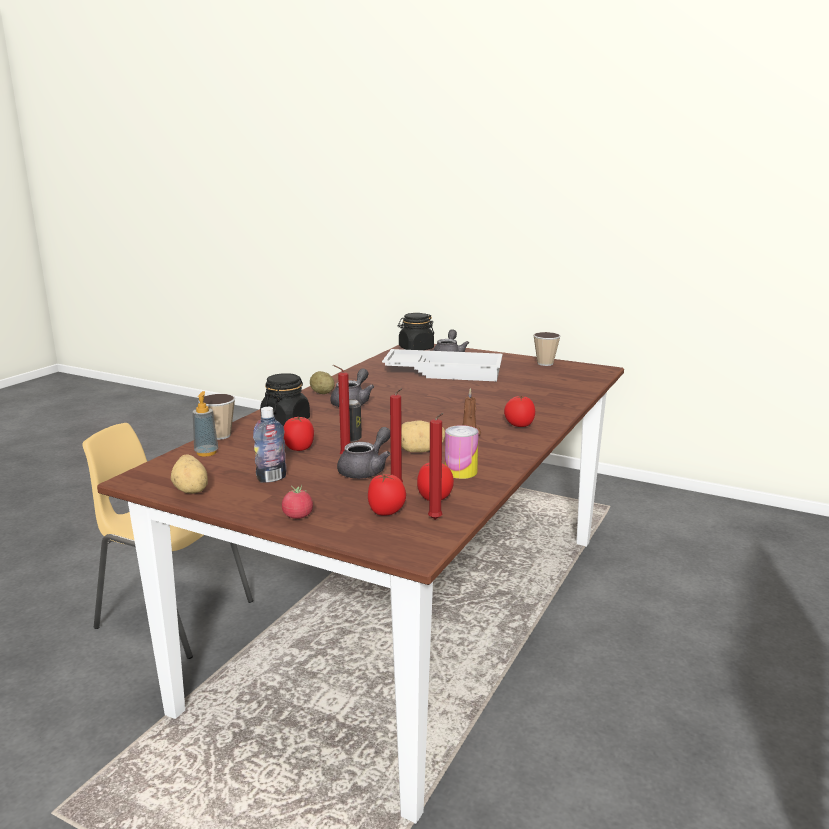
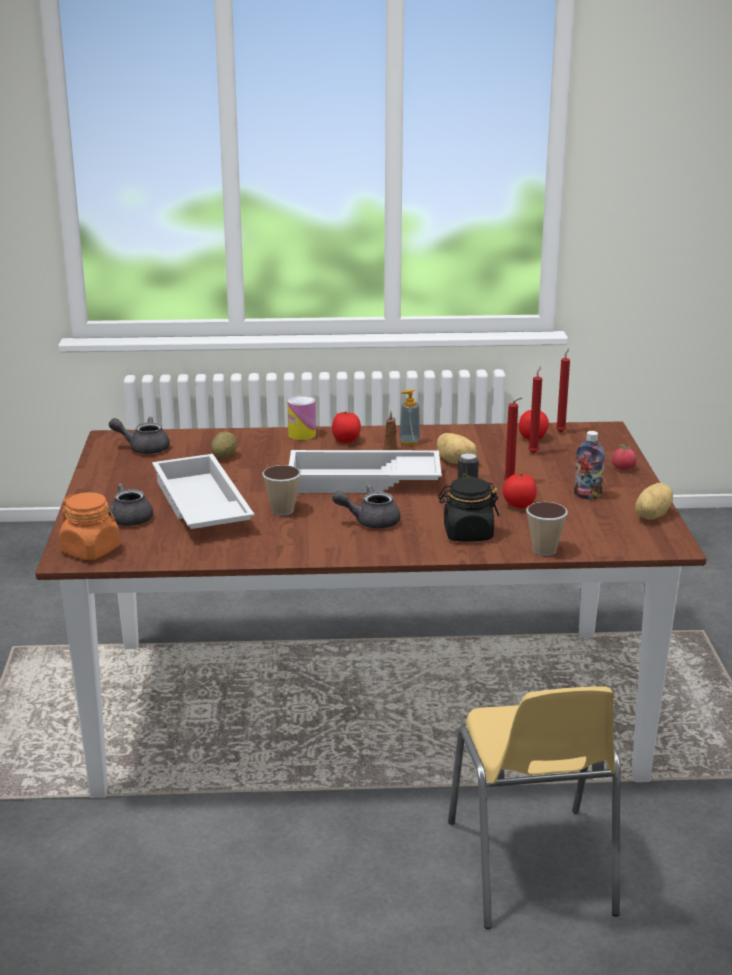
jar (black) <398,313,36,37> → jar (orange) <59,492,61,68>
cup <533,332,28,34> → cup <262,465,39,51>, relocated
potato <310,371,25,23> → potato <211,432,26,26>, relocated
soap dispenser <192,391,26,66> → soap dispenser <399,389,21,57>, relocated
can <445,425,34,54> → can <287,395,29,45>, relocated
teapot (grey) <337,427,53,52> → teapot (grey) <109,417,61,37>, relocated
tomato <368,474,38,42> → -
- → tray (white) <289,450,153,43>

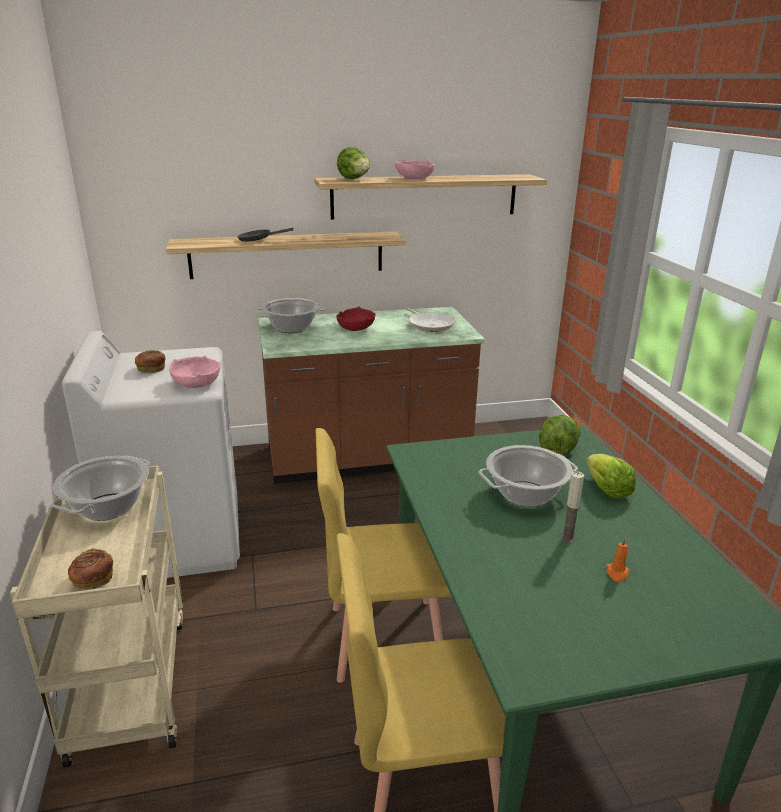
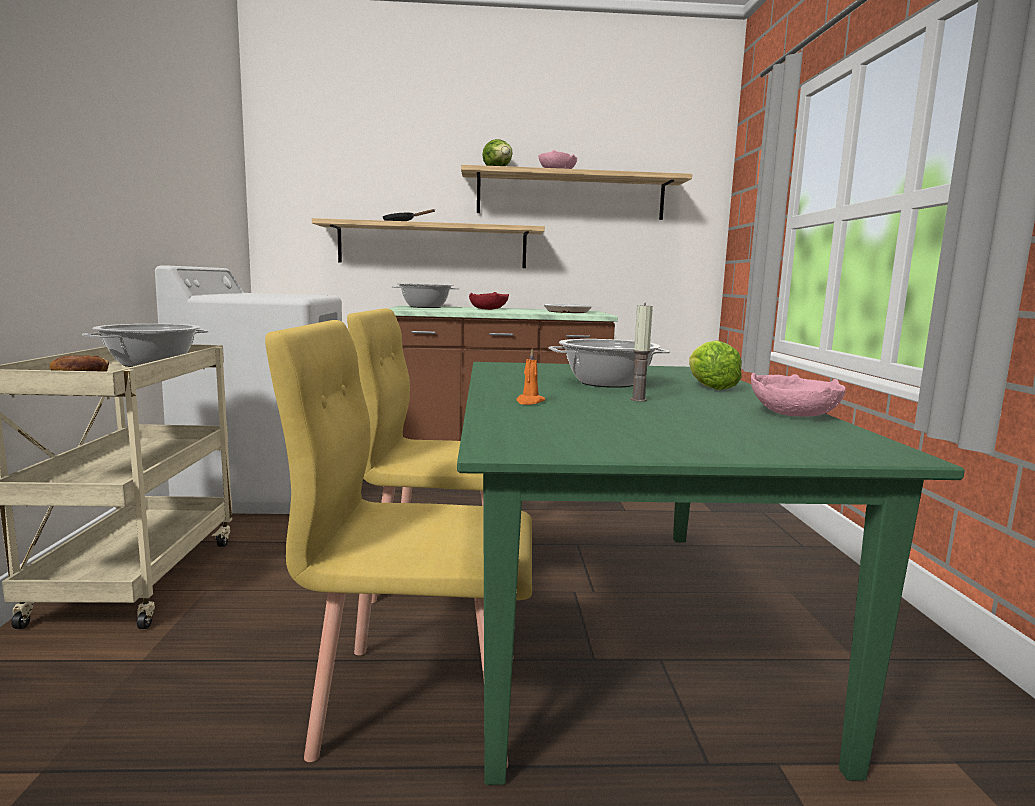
bread <135,350,30,23> → -
bowl (pink) <169,356,52,32> → bowl (pink) <751,373,95,44>, relocated
lettuce <539,415,41,40> → -
candle (orange) <606,537,23,45> → candle (orange) <516,349,29,56>, relocated

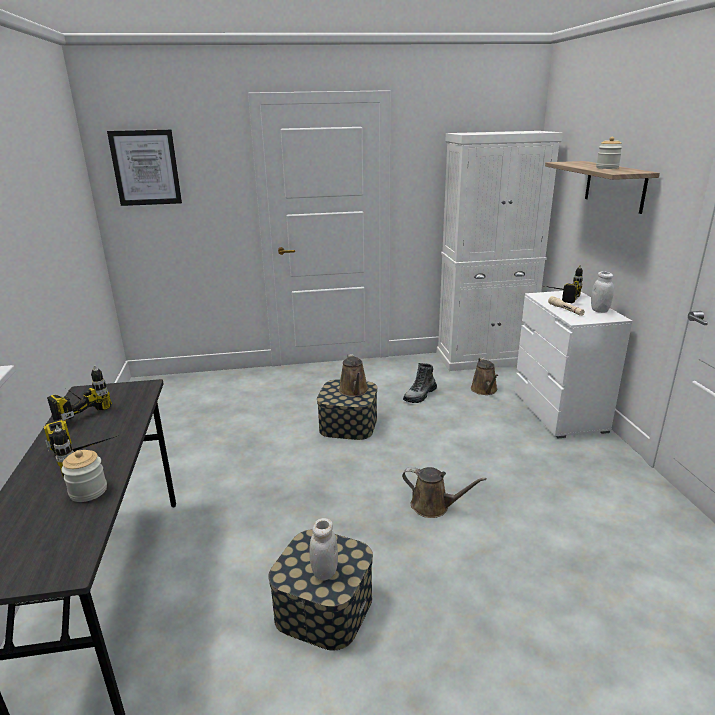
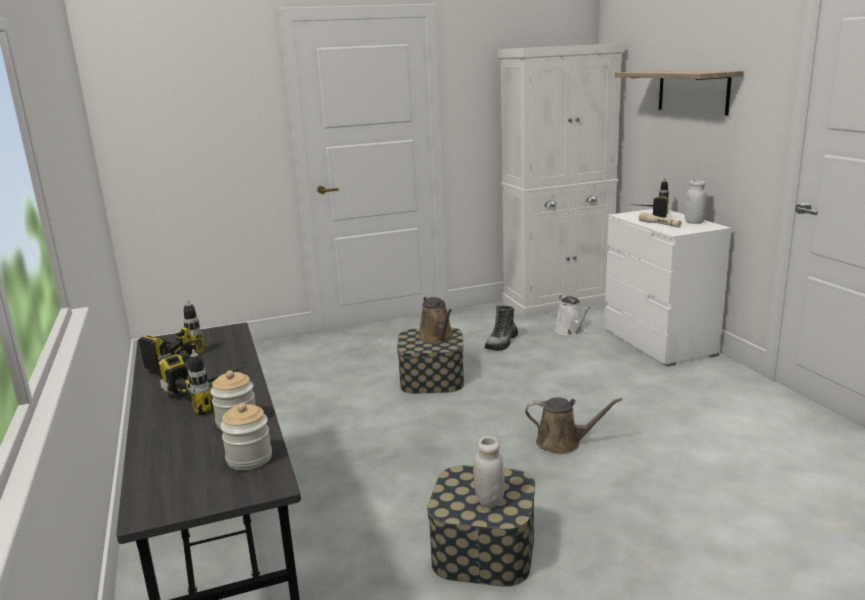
picture <107,129,75,77> → -
jar <596,137,27,32> → jar <220,403,52,67>, relocated
watering can (brown) <471,357,27,38> → watering can (white) <555,295,35,41>

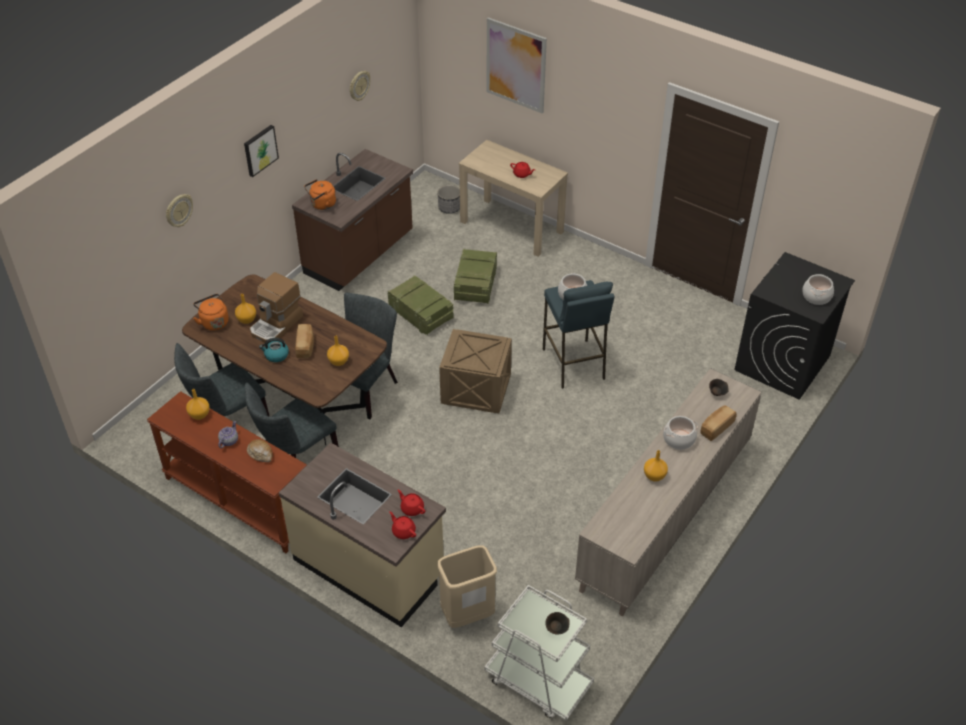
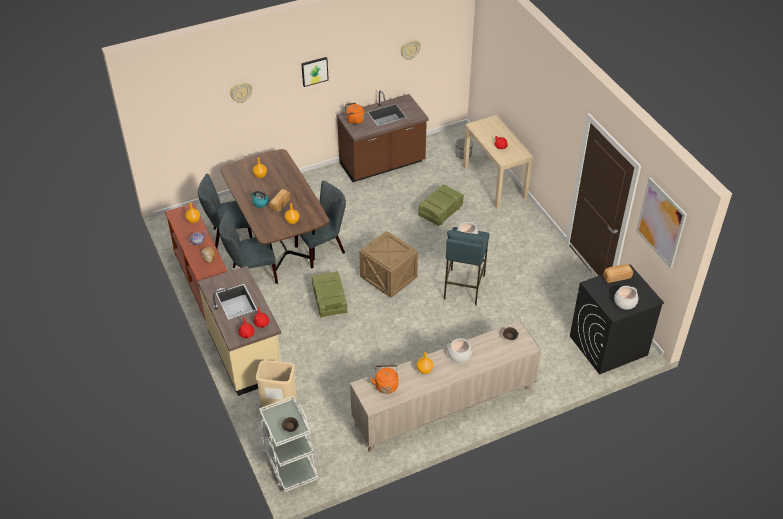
picture <487,17,60,96> → picture <636,177,51,91>, relocated
coffee machine <250,272,53,71> → -
crate <388,276,65,59> → crate <312,271,35,47>, relocated
kettle (orange) <193,294,36,37> → kettle (orange) <370,365,28,29>, relocated
bread <700,405,37,36> → bread <603,264,30,19>, relocated

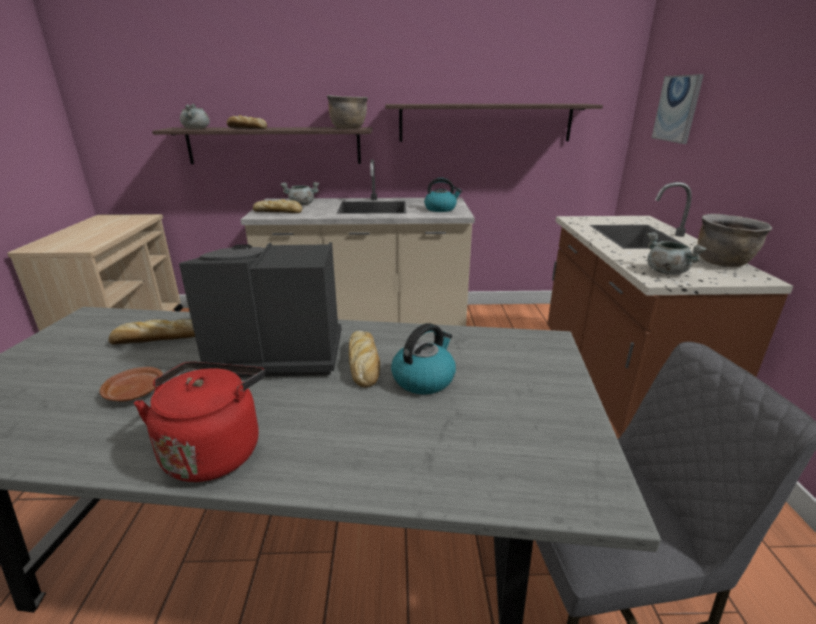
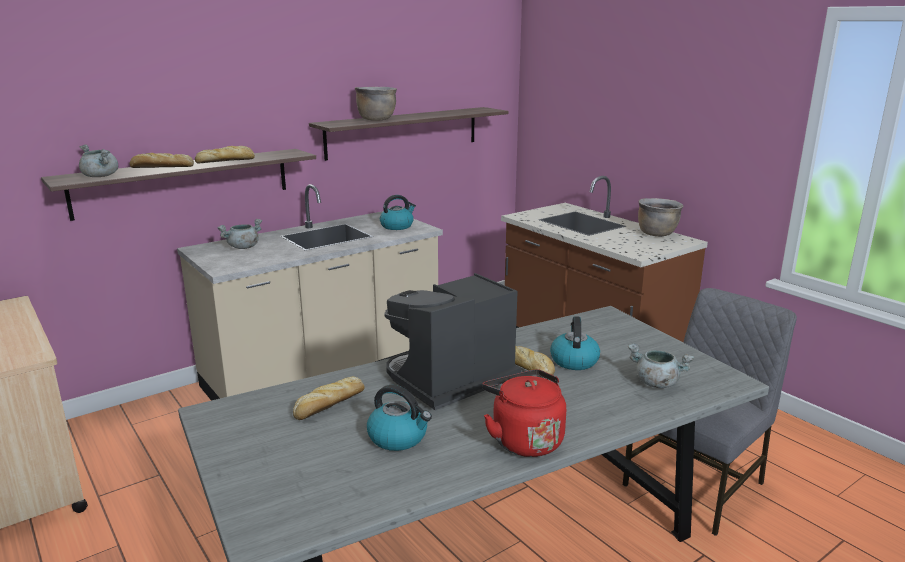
picture <651,74,53,70> → -
cooking pot (brown) <327,95,41,34> → cooking pot (brown) <355,87,42,34>, relocated
bread <253,200,49,13> → bread <195,146,60,18>, relocated
cooking pot (grey) <647,232,59,43> → cooking pot (grey) <628,343,66,45>, relocated
plate (brown) <99,367,64,35> → kettle <367,385,65,66>

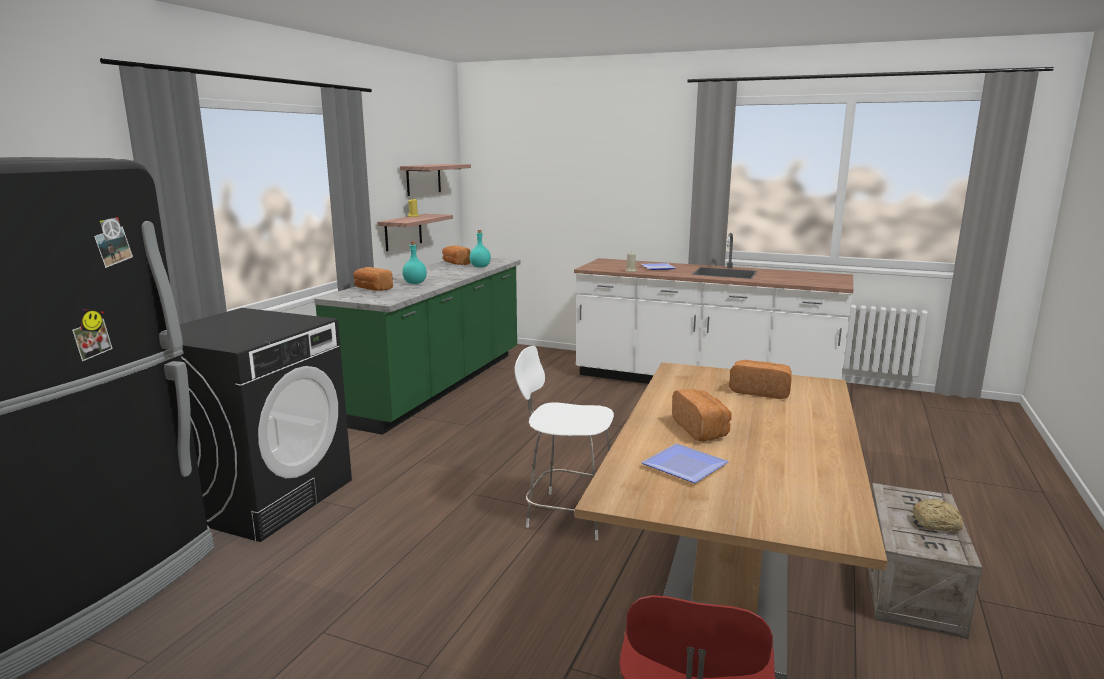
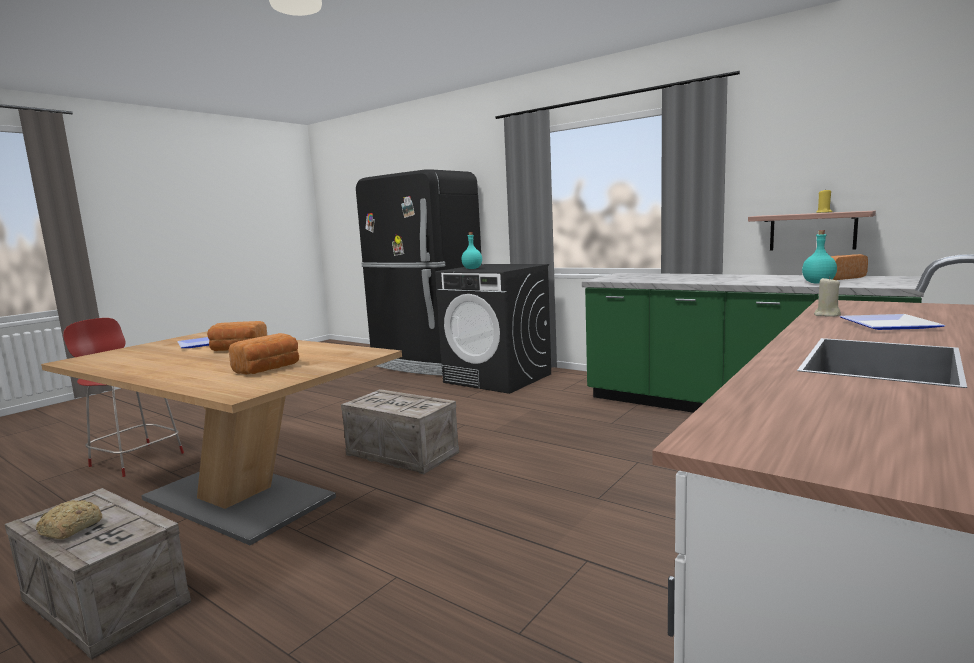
shelf <400,164,71,32> → -
bottle (turquoise) <402,241,25,43> → bottle (turquoise) <461,232,21,37>, relocated
bread <354,267,39,24> → -
chair (white) <514,346,100,194> → crate <341,389,118,85>

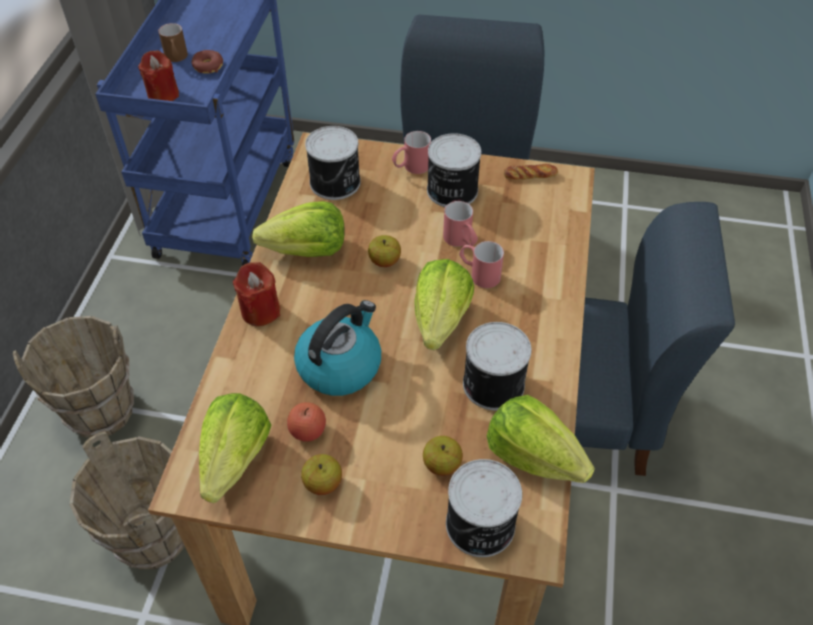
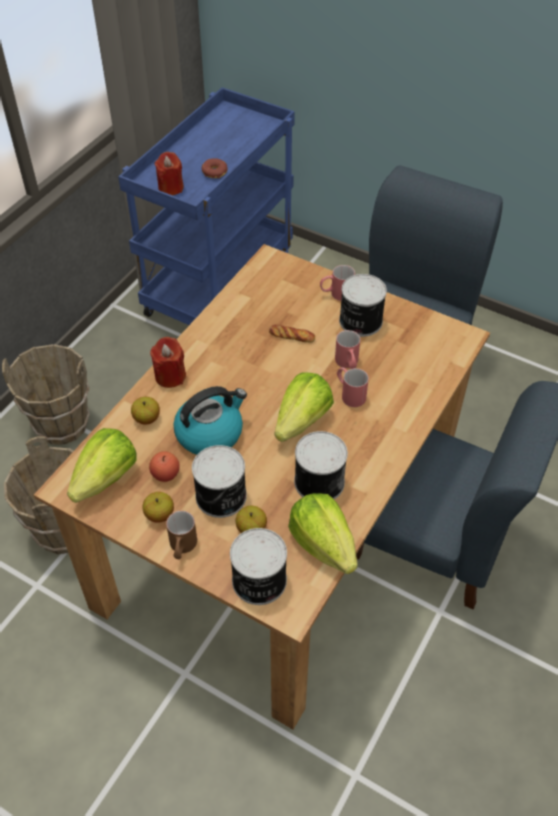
mug (brown) <158,23,30,39> → mug (brown) <166,511,31,48>, relocated
can <305,126,56,74> → can <192,445,55,73>, relocated
bread <504,164,54,16> → bread <269,325,46,18>, relocated
lettuce <252,201,93,56> → -
apple <368,235,33,32> → apple <131,397,29,28>, relocated

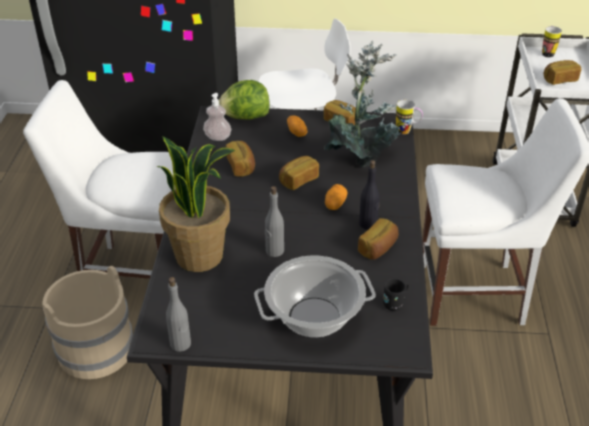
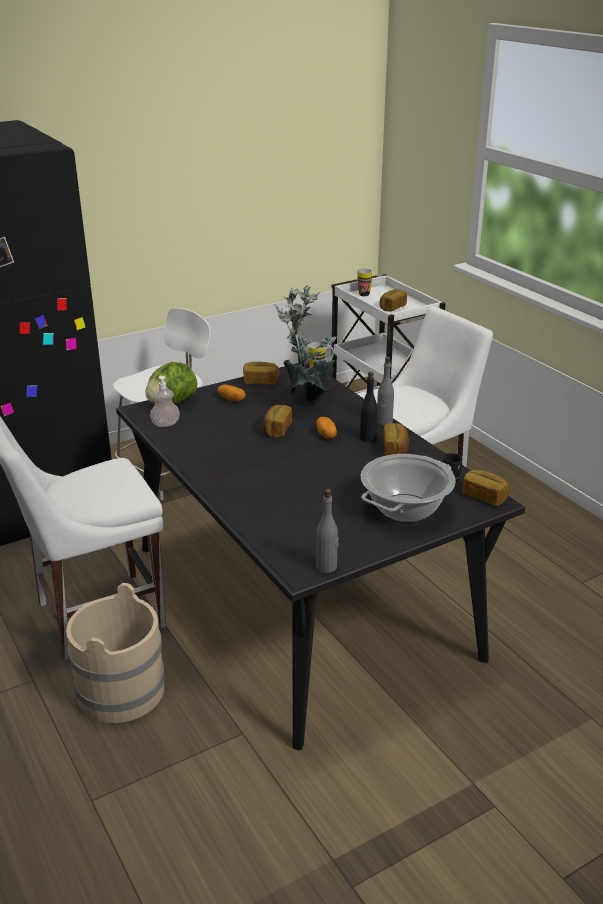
potted plant <157,136,78,136> → -
bread <226,141,29,35> → bread <462,469,48,37>, relocated
bottle (grey) <265,186,19,71> → bottle (grey) <377,357,17,68>, relocated

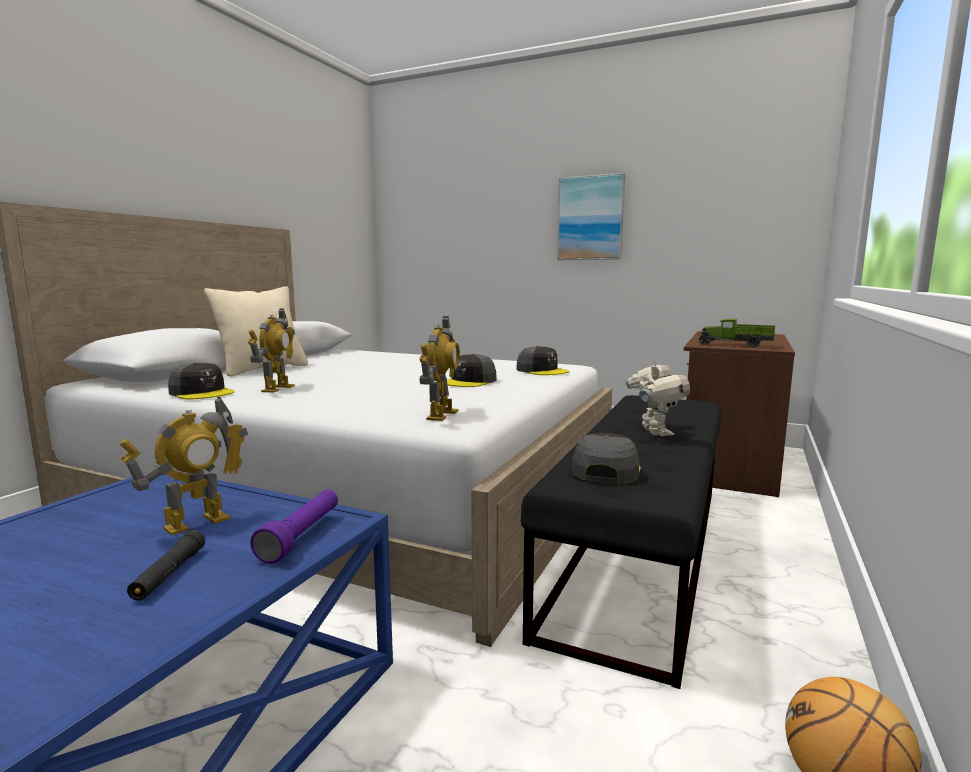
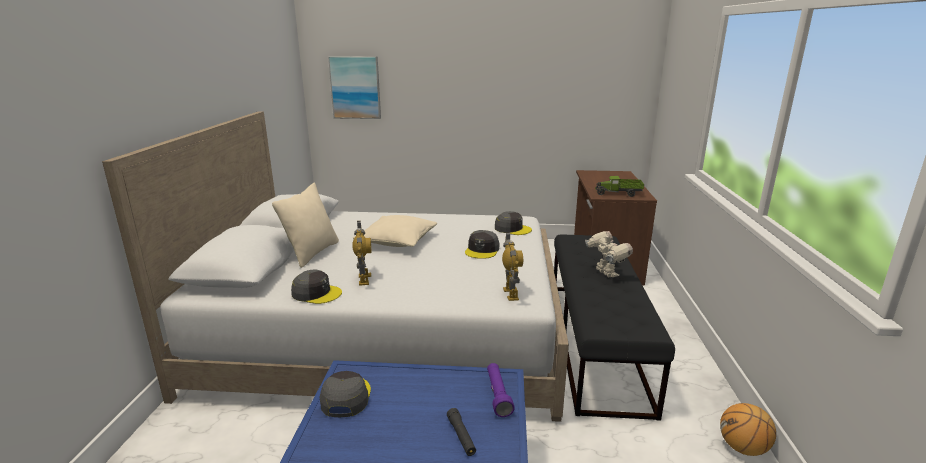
picture <557,173,68,87> → picture <328,56,53,63>, relocated
toy robot <120,396,128,139> → -
cap (grey) <572,433,69,51> → cap (grey) <320,371,51,46>, relocated
- → pillow (beige) <353,215,84,32>

